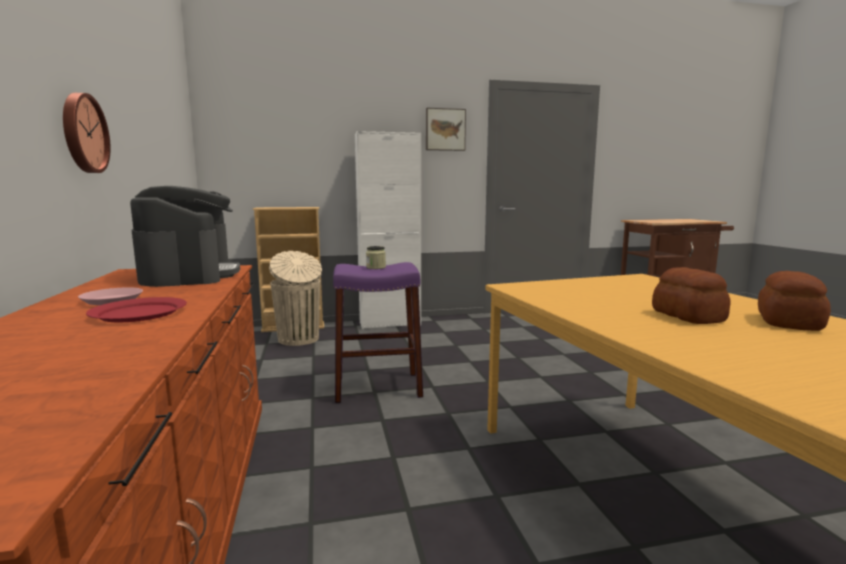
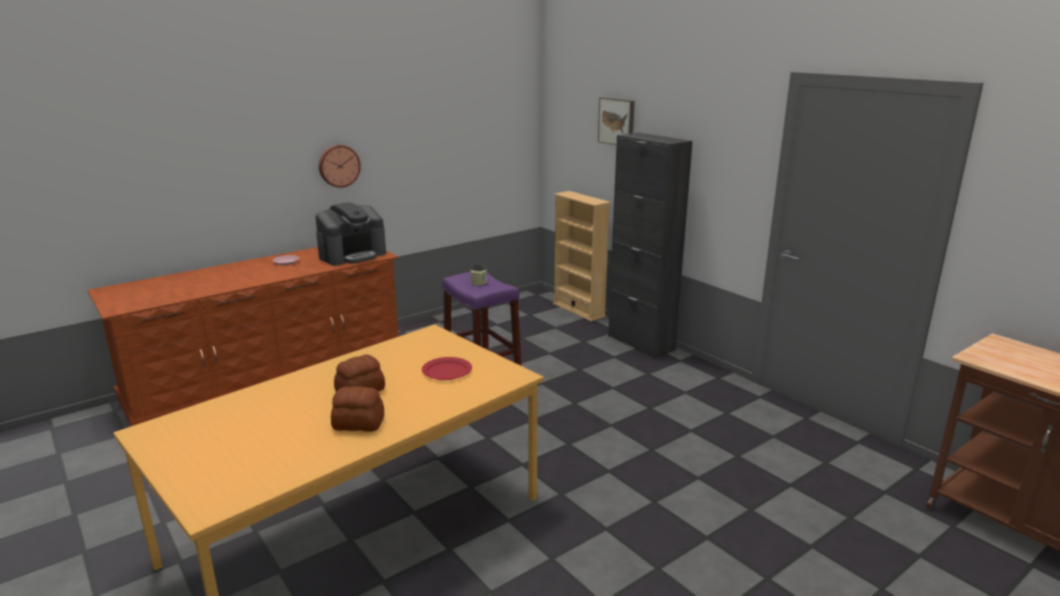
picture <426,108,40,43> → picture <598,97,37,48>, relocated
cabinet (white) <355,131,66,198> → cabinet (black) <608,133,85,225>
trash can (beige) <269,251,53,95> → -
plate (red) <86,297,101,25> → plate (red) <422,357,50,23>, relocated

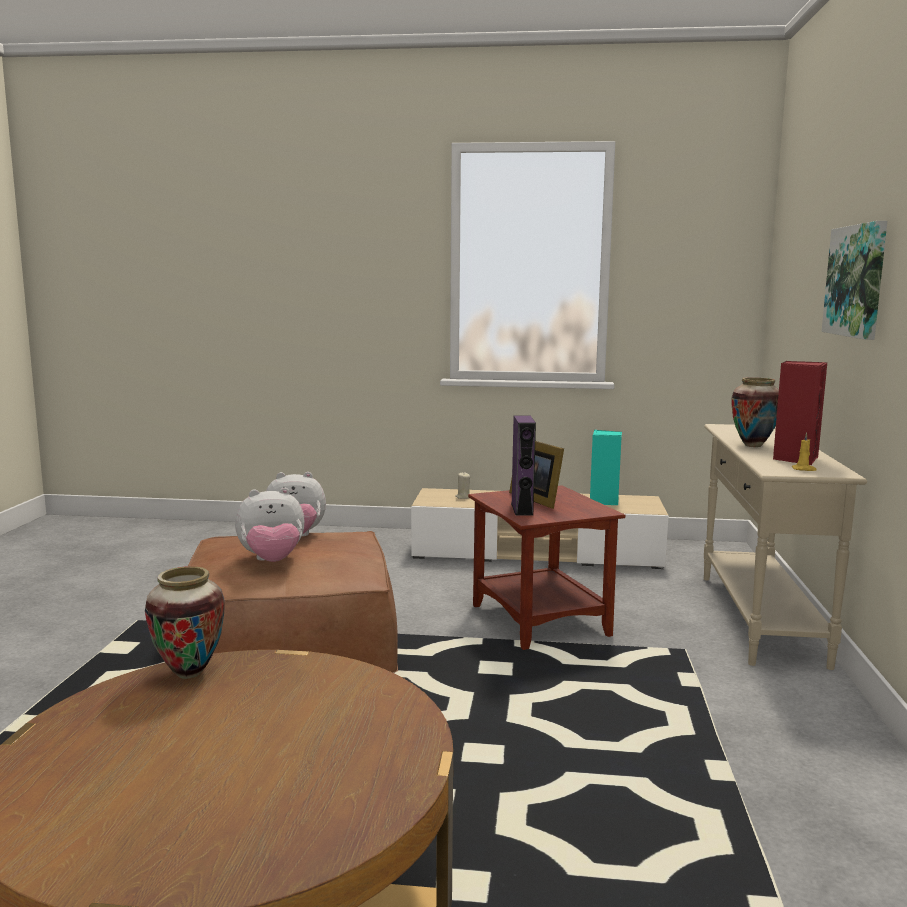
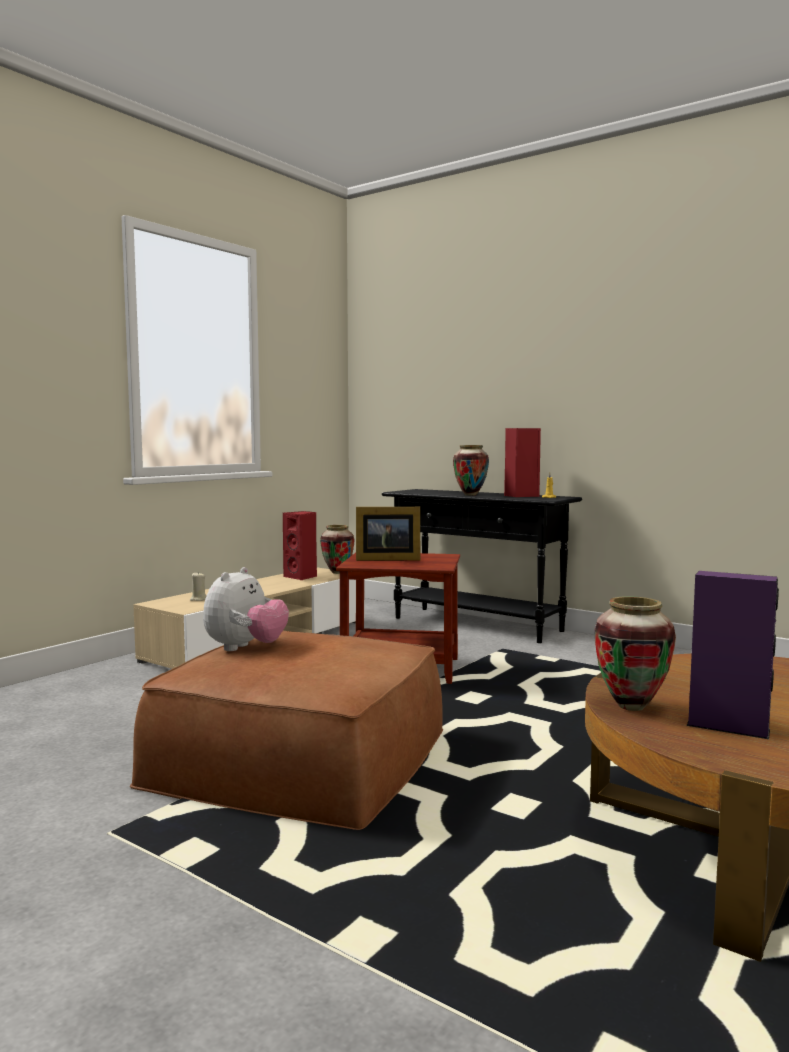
picture <822,221,65,119> → -
speaker (purple) <511,416,25,100> → speaker (purple) <686,571,93,168>, relocated
console table (beige) <704,424,163,246> → console table (black) <382,489,200,154>
speaker (turquoise) <590,430,32,75> → speaker (red) <283,511,34,69>
plush toy <235,488,69,74> → -
- → vase <320,525,34,49>

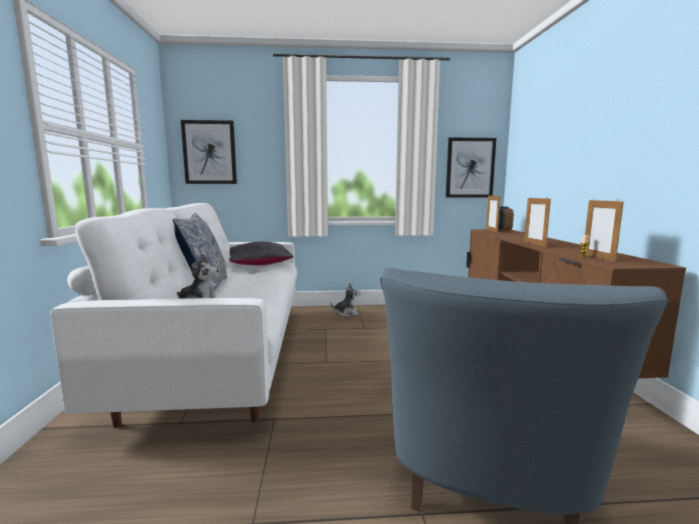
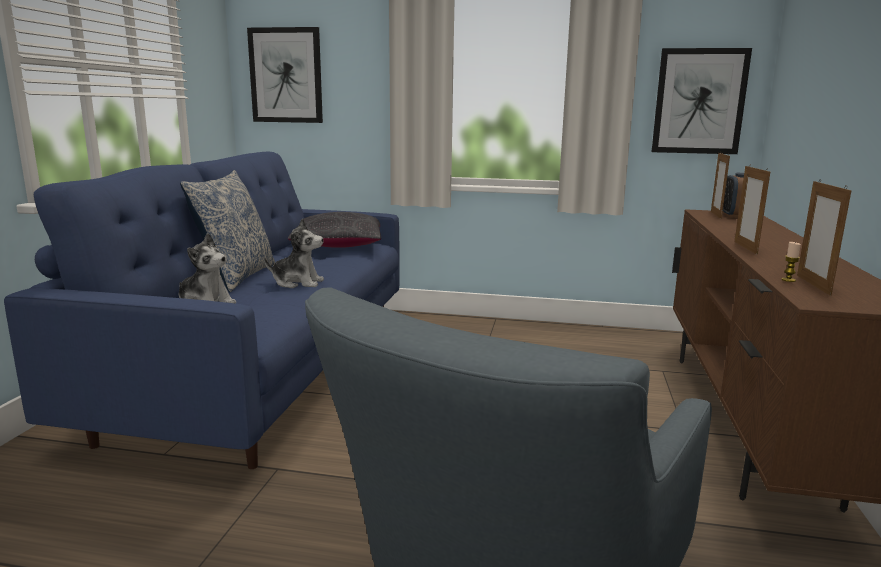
sofa (white) <50,203,247,225> → sofa (blue) <4,152,396,317>
plush toy <330,283,31,34> → plush toy <264,218,60,70>, relocated

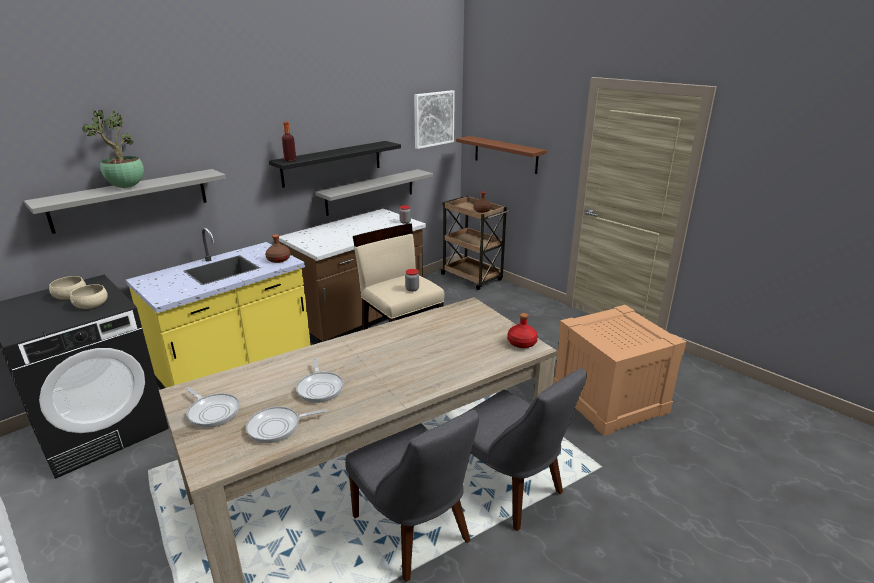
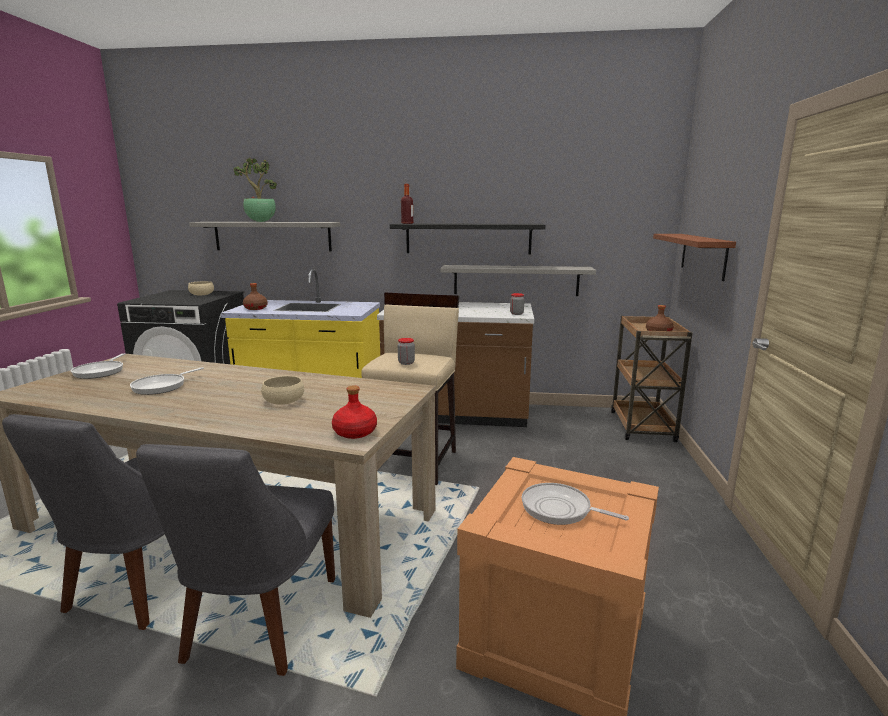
picture <414,90,41,59> → -
bottle (brown) <265,234,26,29> → bottle (brown) <243,283,25,27>, relocated
bowl (beige) <70,284,38,25> → bowl (beige) <261,376,43,29>, relocated
frying pan <246,406,81,37> → frying pan <521,483,108,42>, relocated

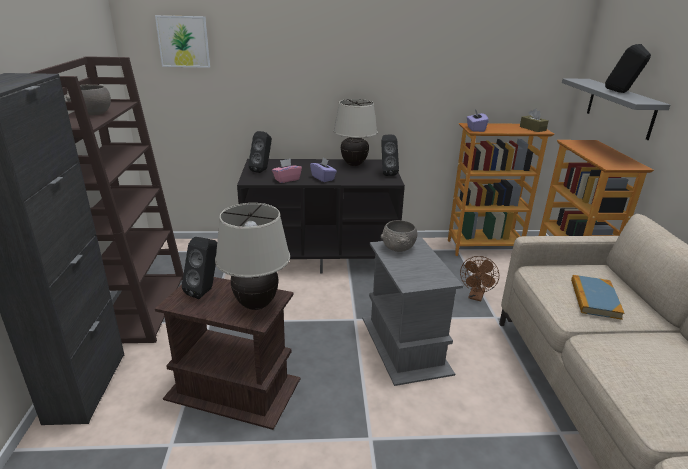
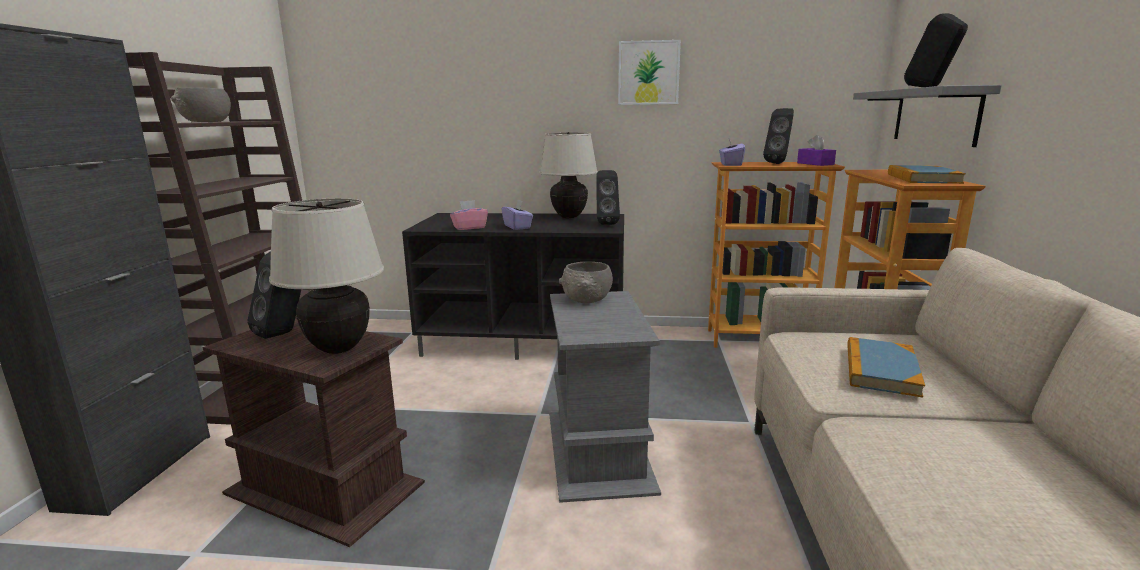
picture <155,15,55,53> → picture <618,40,63,65>, relocated
tissue box (brown) <520,109,28,23> → tissue box (purple) <797,135,39,31>
speaker (black) <248,131,24,42> → speaker (black) <763,108,31,56>, relocated
fan (brown) <460,256,39,46> → -
- → book <888,165,78,19>

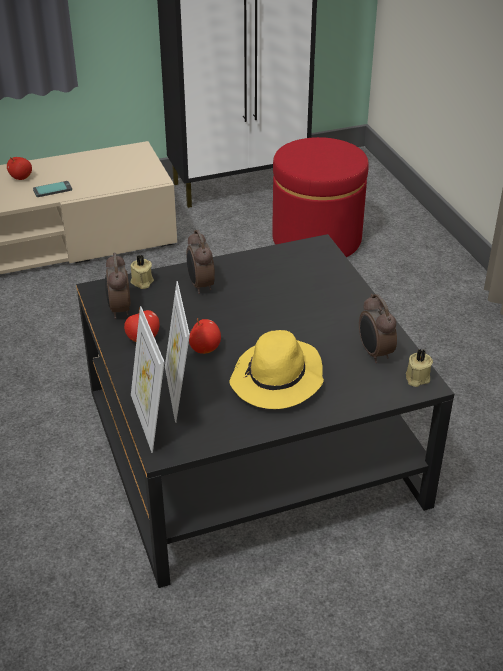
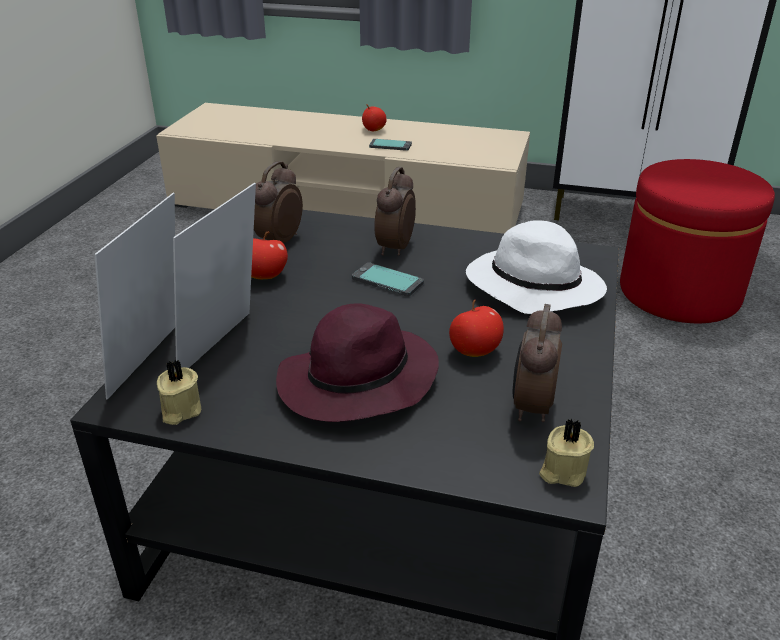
candle (beige) <130,255,24,34> → candle (beige) <157,359,44,66>, relocated
apple <189,318,32,36> → apple <449,300,55,57>, relocated
hat (yellow) <230,330,94,79> → hat (purple) <276,304,163,118>
- → hat (white) <466,220,141,94>
- → phone <352,263,72,34>

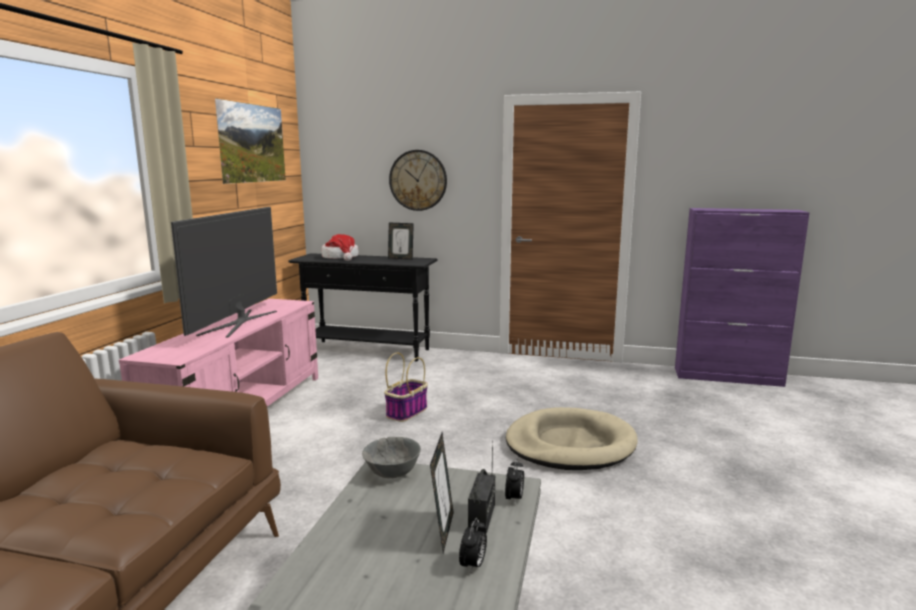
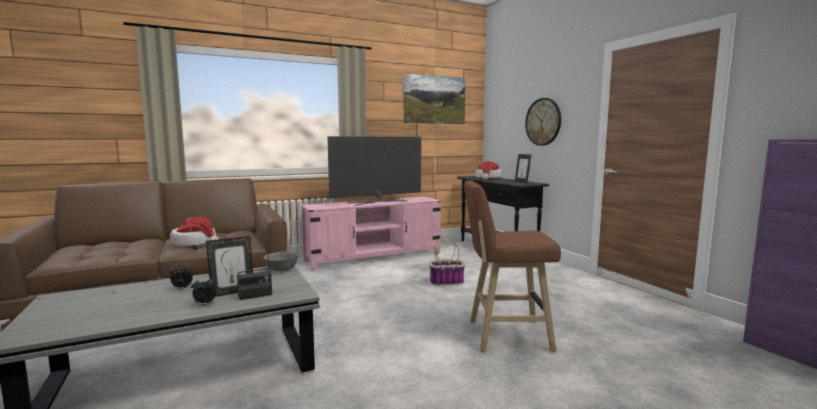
dog bed (beige) <506,407,132,63> → stool (brown) <464,181,97,171>
alarm clock <505,459,19,46> → alarm clock <169,263,24,27>, relocated
- → hat <170,217,49,29>

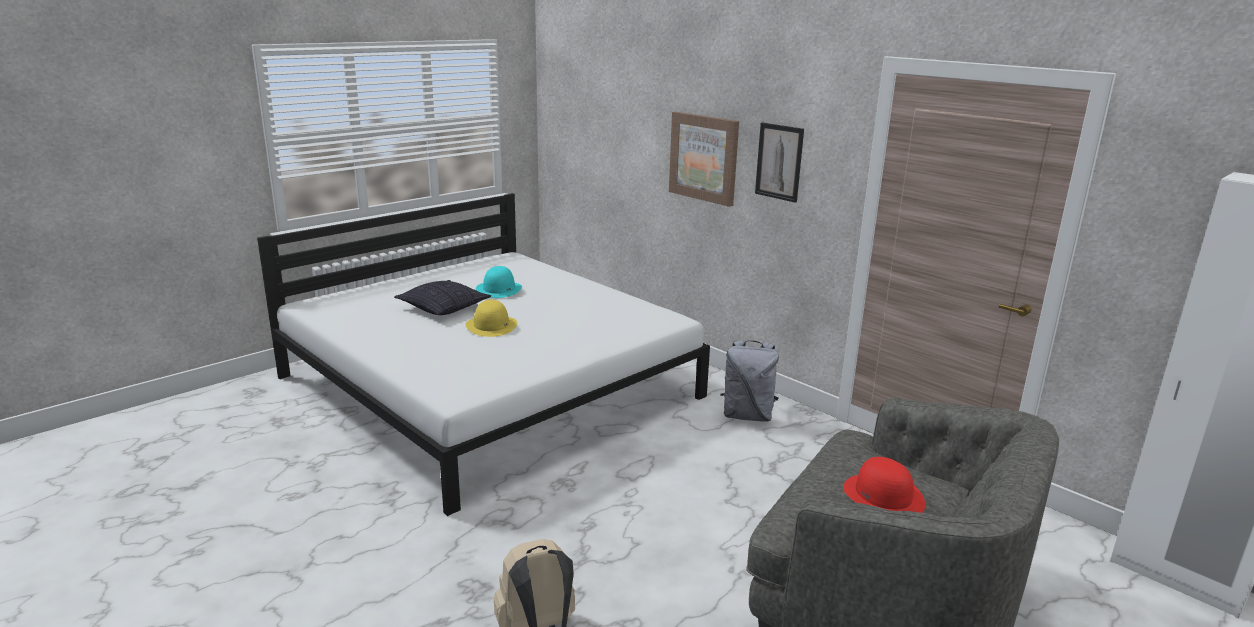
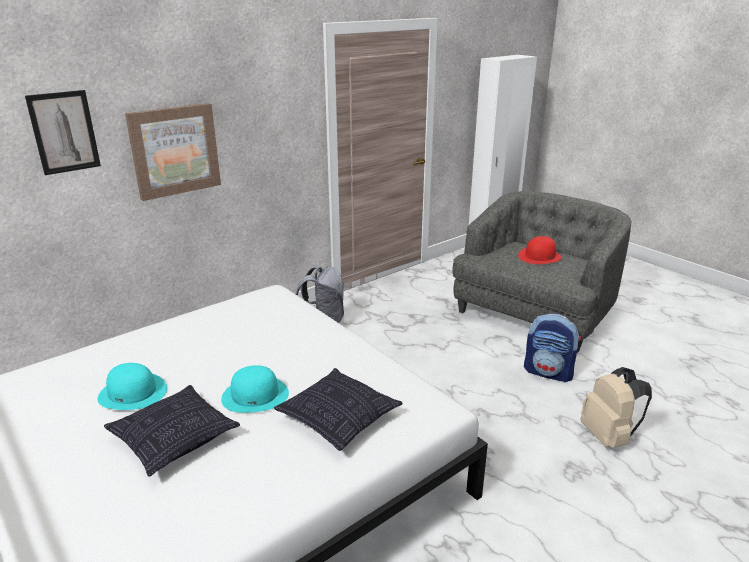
picture <755,122,49,81> → picture <25,90,76,85>, relocated
hat (yellow) <465,300,52,37> → hat (turquoise) <221,365,68,48>
- → backpack <524,314,57,68>
- → pillow <274,368,129,83>

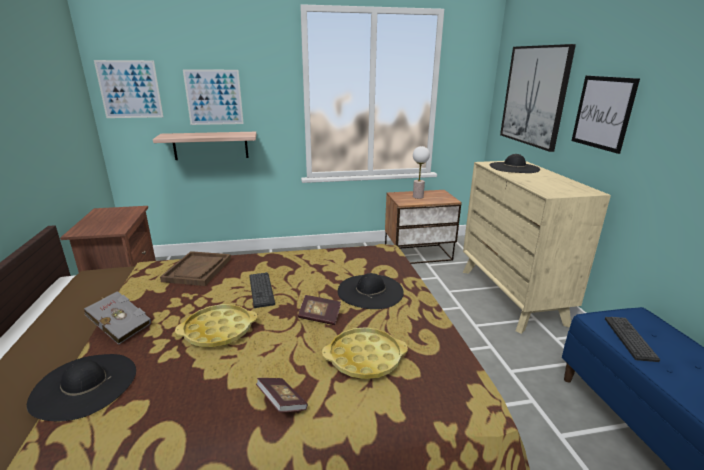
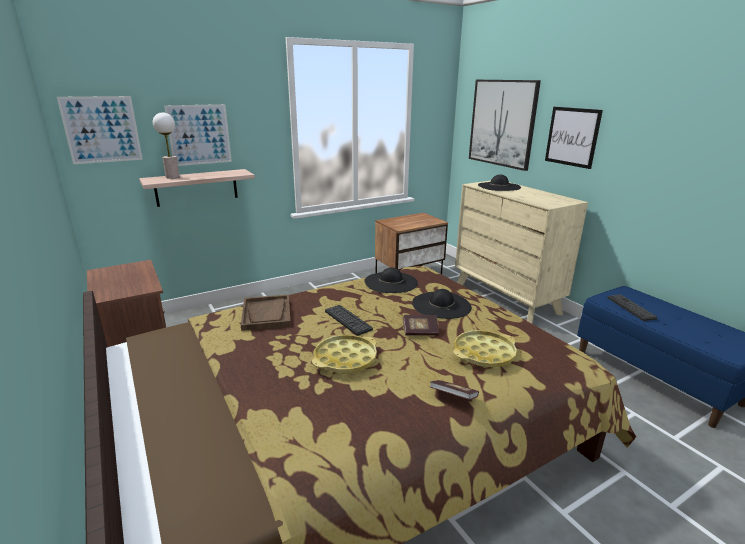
table lamp <413,146,17,53> → table lamp <153,112,27,67>, relocated
book (grey) <84,291,67,54> → -
hat (black) <27,354,109,67> → hat (black) <364,267,54,26>, relocated

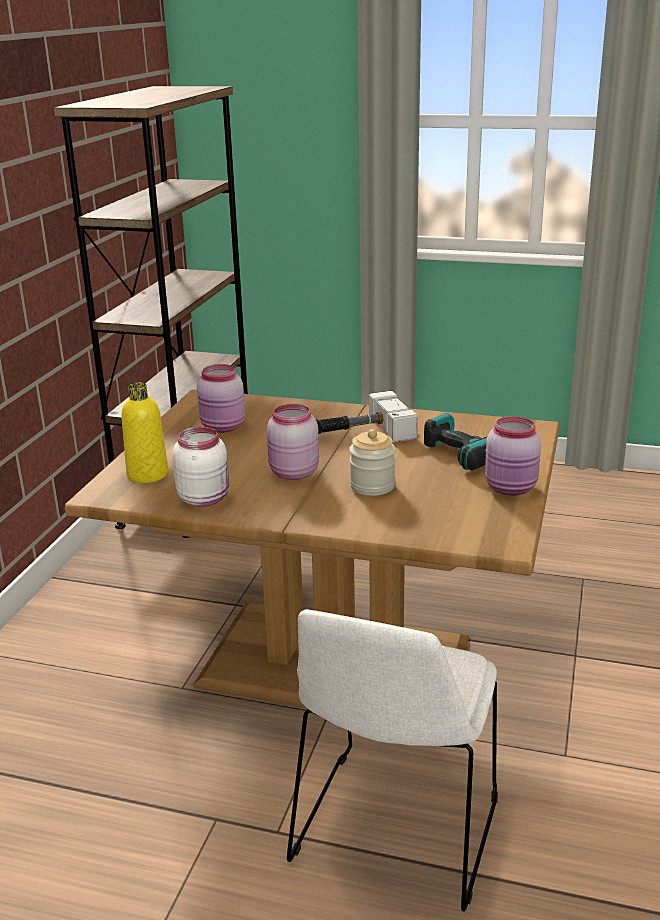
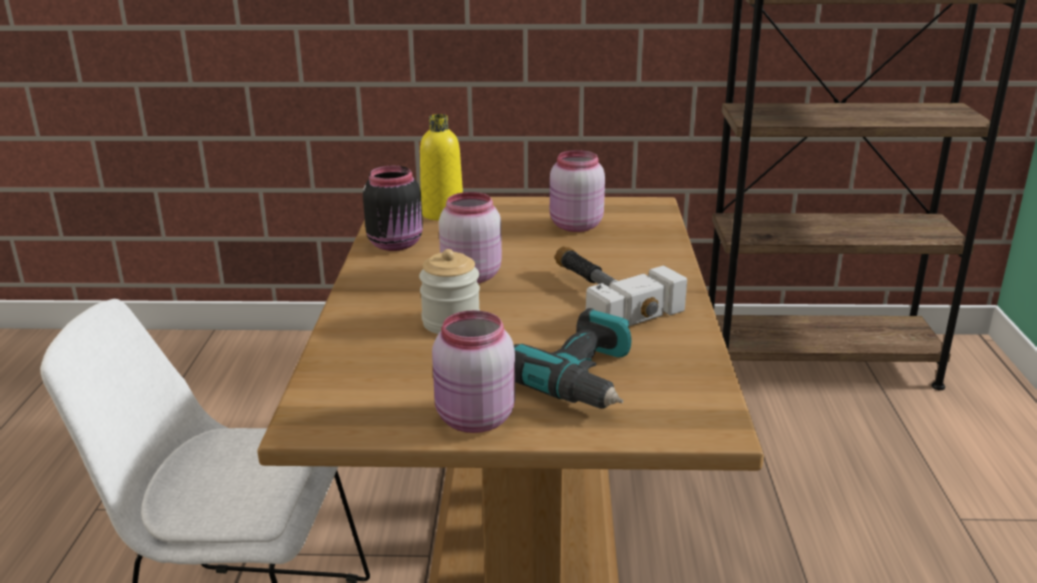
jar (white) <172,427,57,80> → jar (black) <363,166,60,85>

